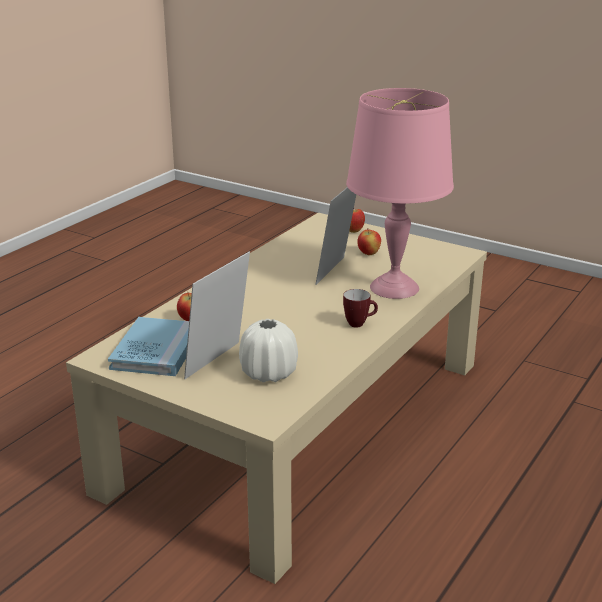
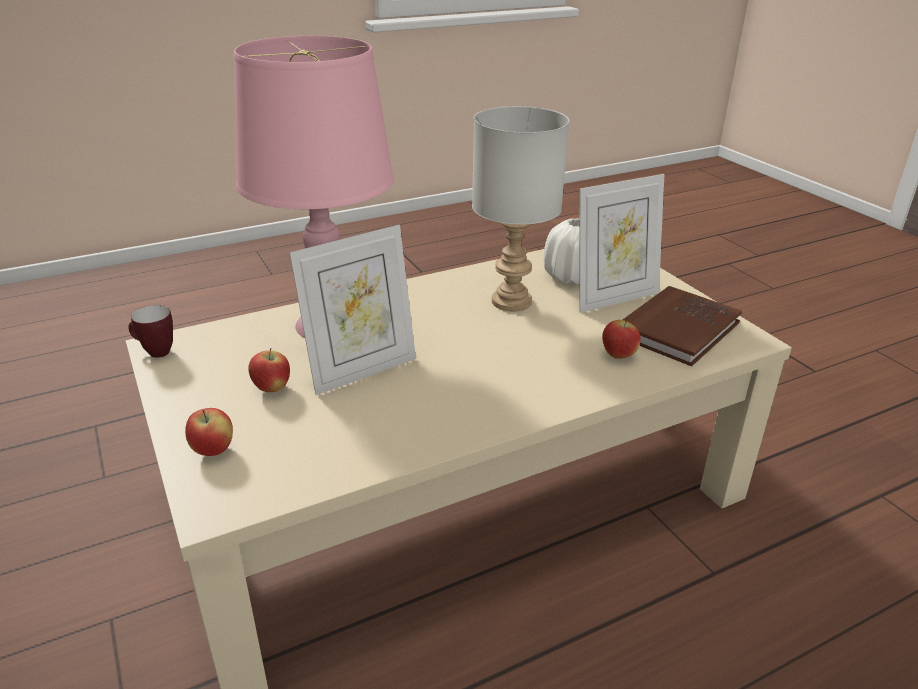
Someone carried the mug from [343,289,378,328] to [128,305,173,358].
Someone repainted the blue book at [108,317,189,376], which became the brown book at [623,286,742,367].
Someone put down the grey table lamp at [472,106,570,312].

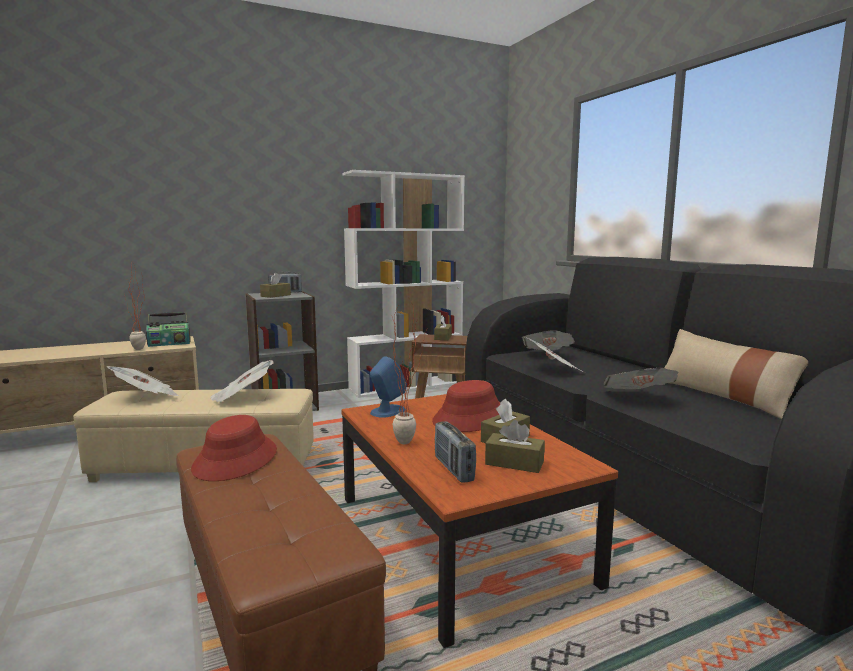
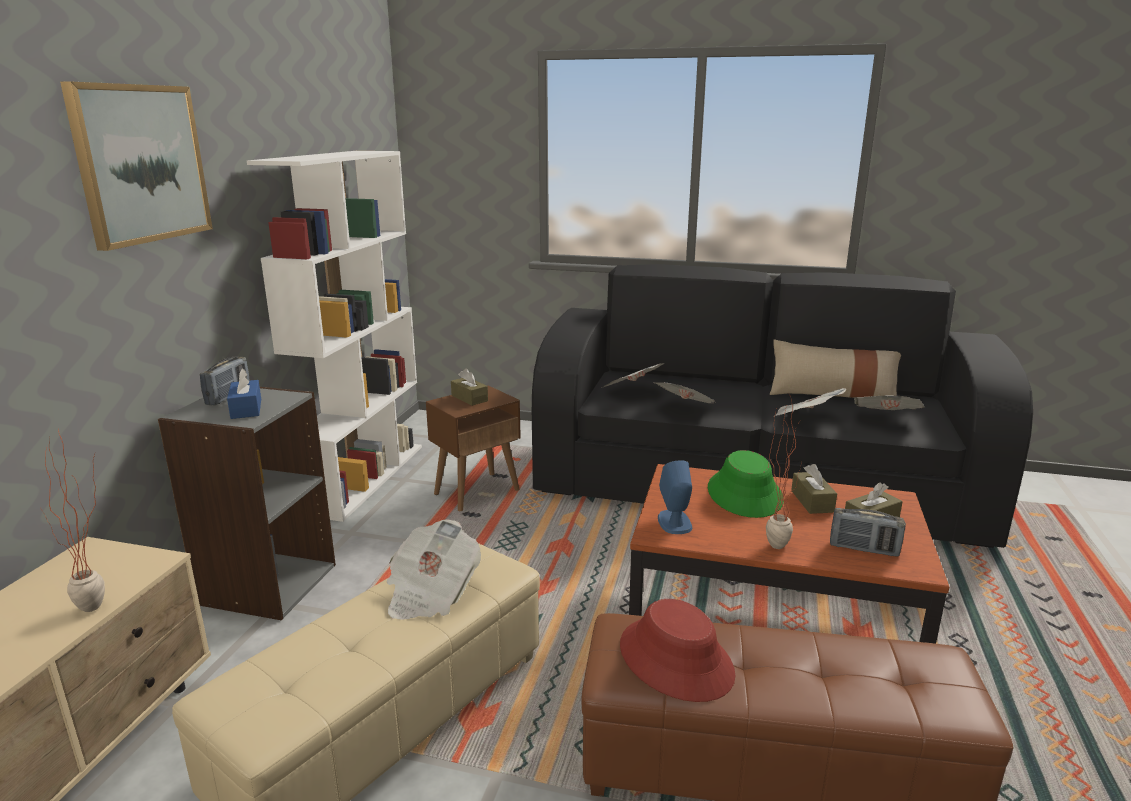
Someone repainted the brown tissue box at [260,272,291,298], which became the blue tissue box at [227,368,261,419].
Someone took away the radio at [146,312,191,347].
Someone carried the newspaper from [107,366,179,396] to [854,396,924,410].
Someone repainted the red hat at [432,380,500,432], which became the green hat at [708,450,784,518].
Someone put up the picture at [60,81,213,251].

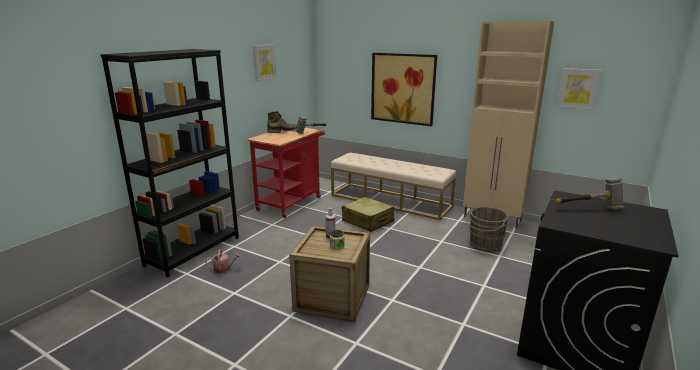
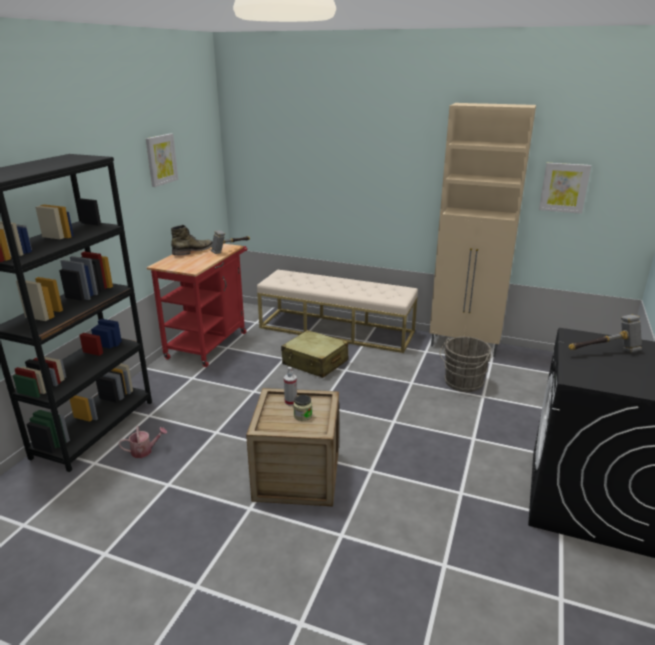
Someone took away the picture at [371,53,437,126].

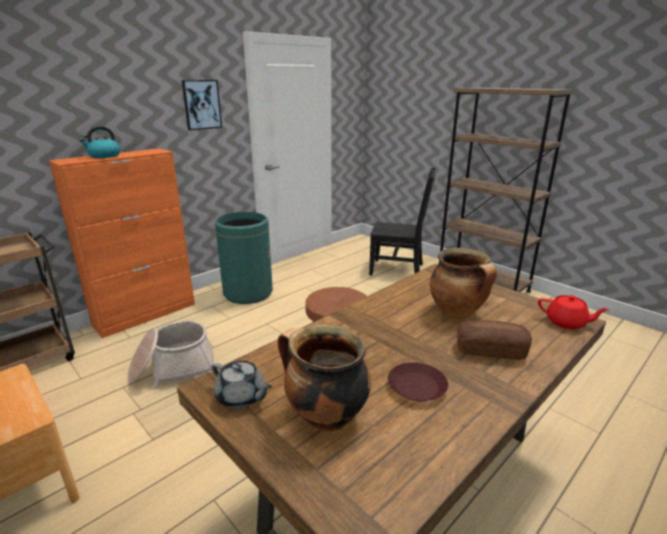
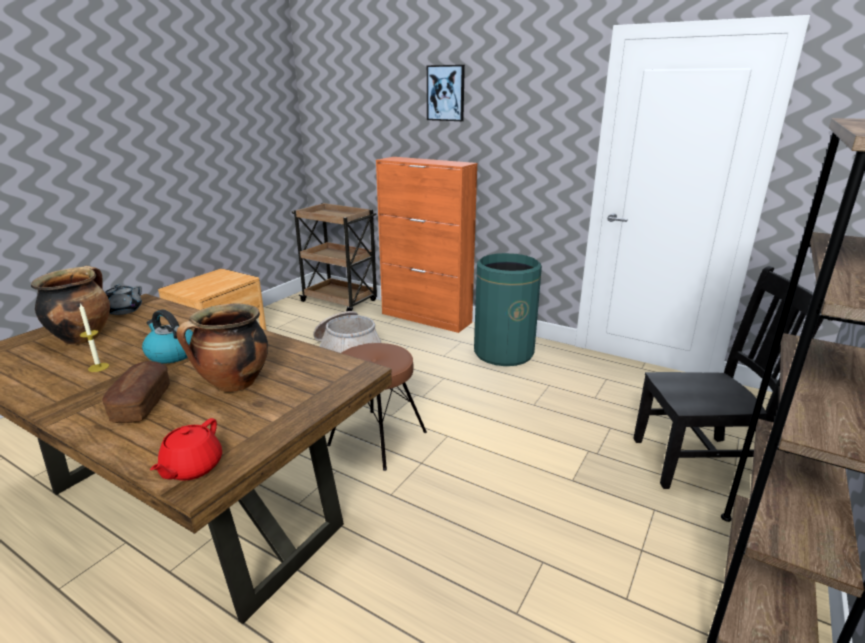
Someone carried the picture from [182,80,222,130] to [427,65,465,121].
Someone carried the kettle from [79,126,120,158] to [142,310,193,363].
Someone rotated the black chair at [369,167,436,275] by 90 degrees counterclockwise.
Someone swapped the brown plate at [388,362,448,402] for the candle at [79,303,109,372].

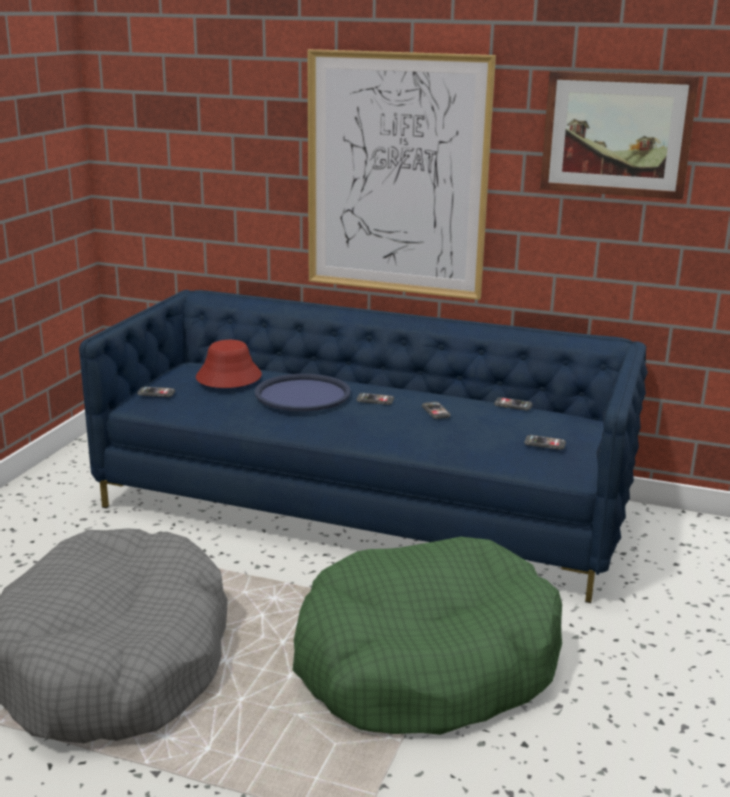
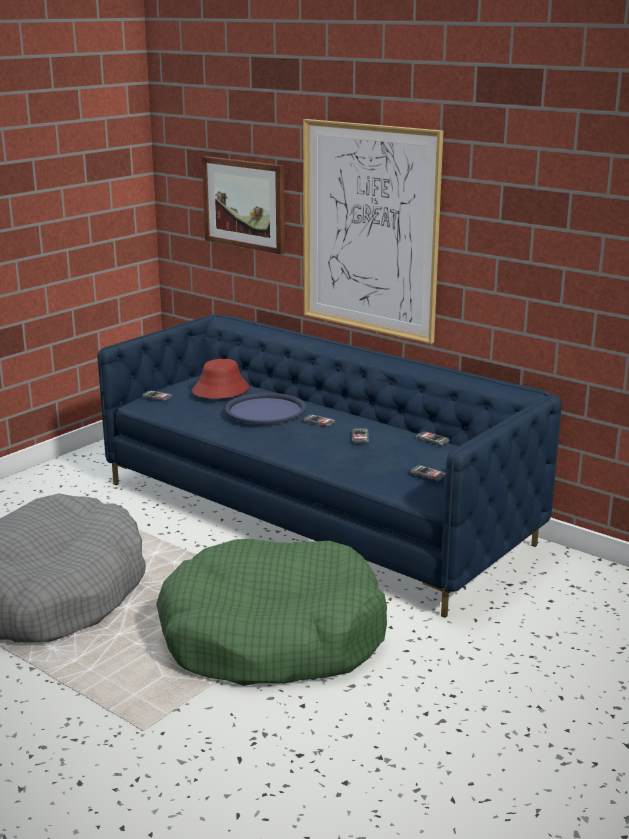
Someone carried the picture from [540,71,699,200] to [202,156,285,254].

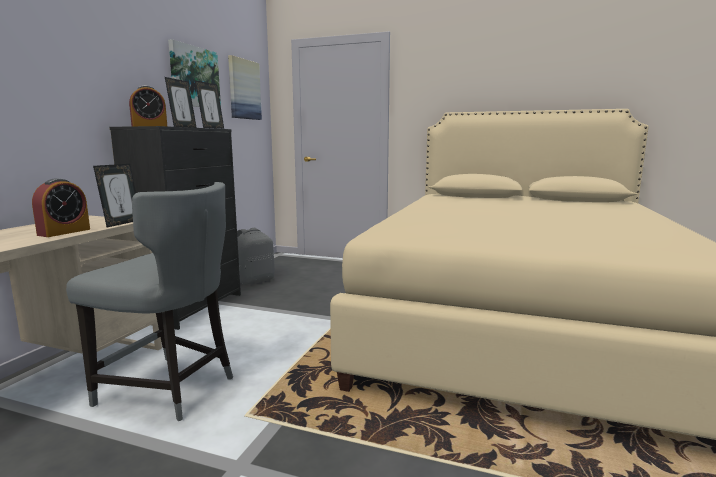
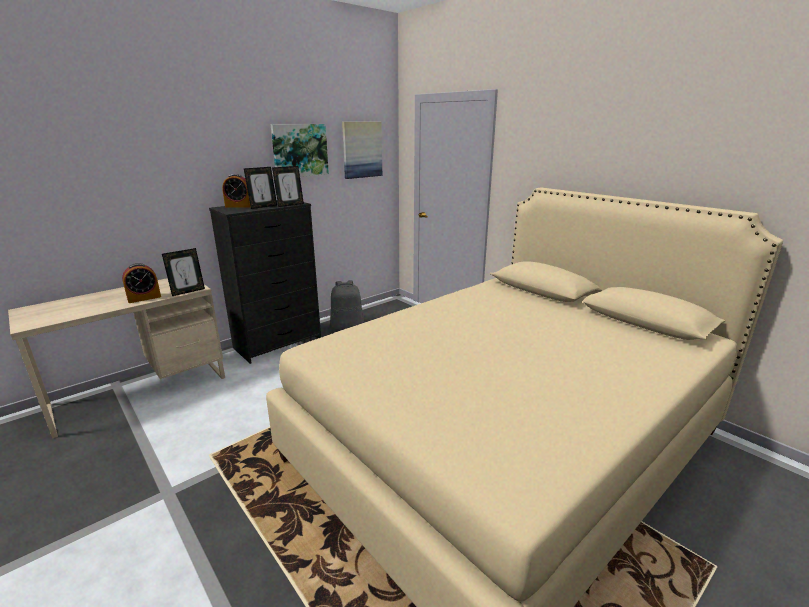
Someone took away the grey chair at [66,182,233,421].

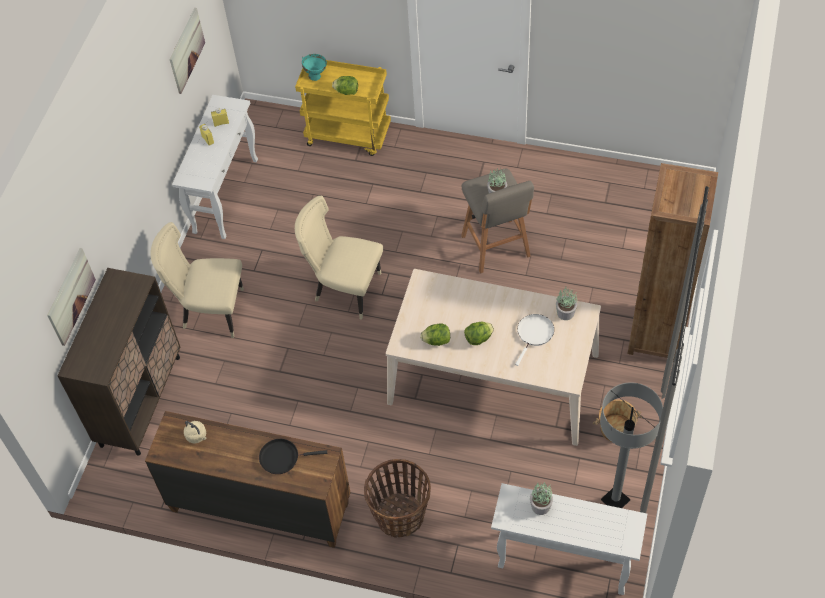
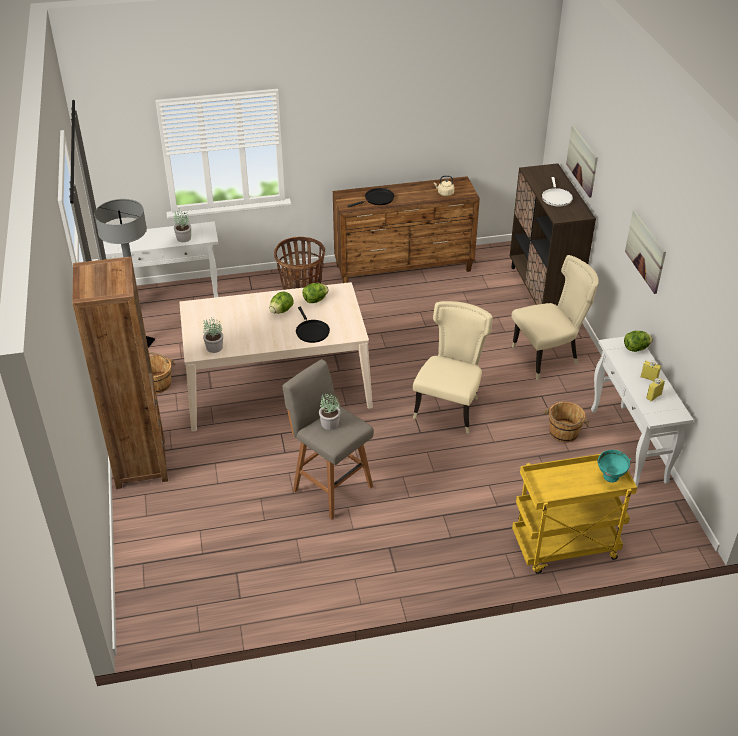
Someone carried the picture from [170,8,205,94] to [625,210,666,294].
Someone carried the lettuce from [332,76,358,95] to [624,331,653,352].
Someone rotated the beige chair at [295,196,383,320] by 60 degrees counterclockwise.
Someone carried the white frying pan from [515,314,554,366] to [542,177,573,206].
Someone put down the black frying pan at [296,307,330,343].
Someone put down the brown bucket at [544,402,590,442].

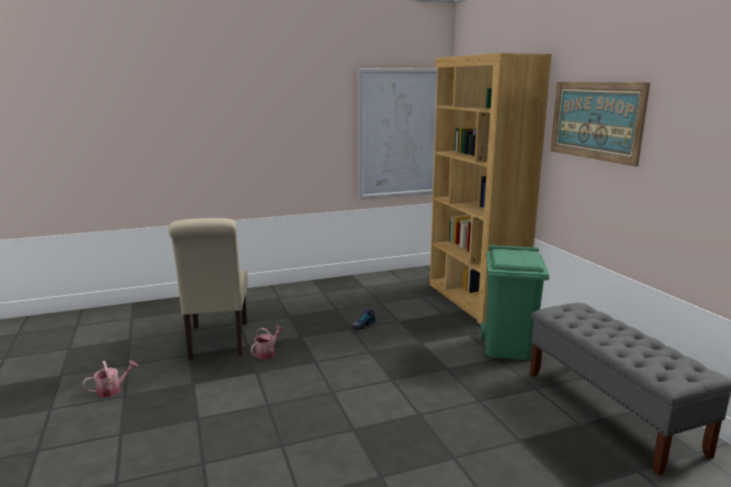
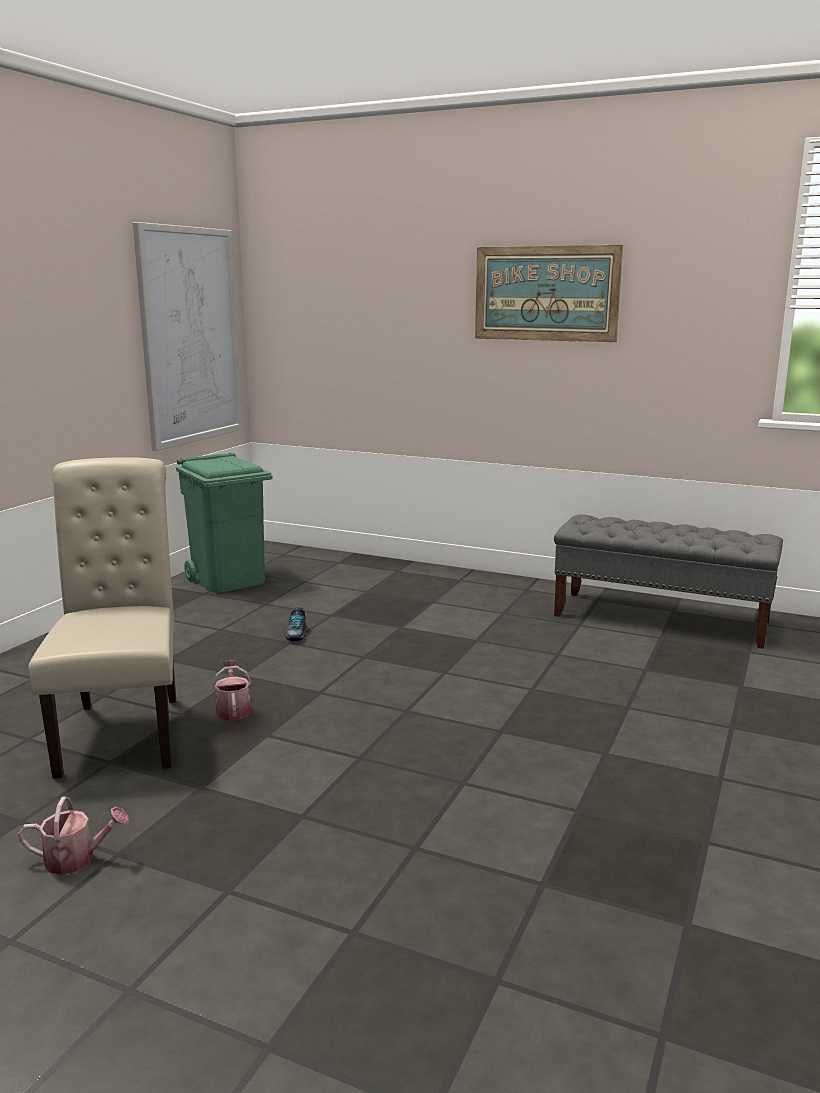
Someone took away the brown bookcase at [430,53,552,325].
Someone rotated the beige chair at [168,218,248,360] by 135 degrees counterclockwise.
Someone carried the green trash can from [481,245,549,360] to [176,452,273,593].
Someone rotated the watering can at [83,360,138,398] by 75 degrees clockwise.

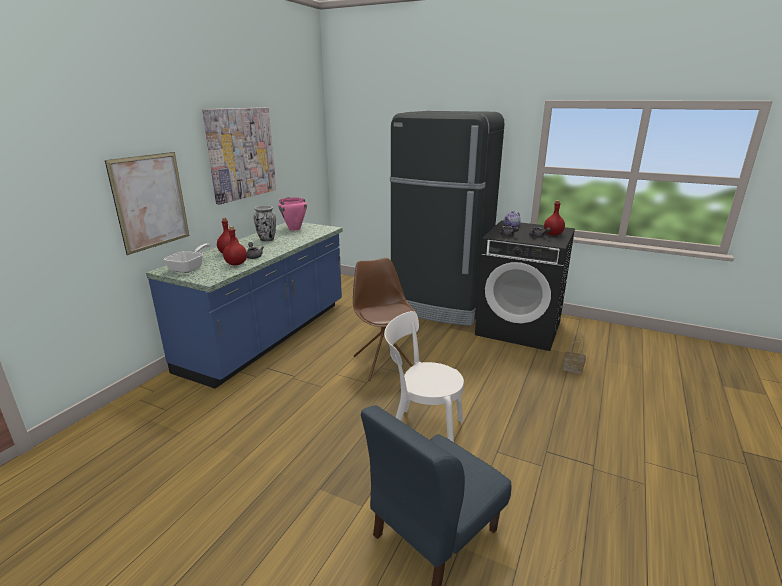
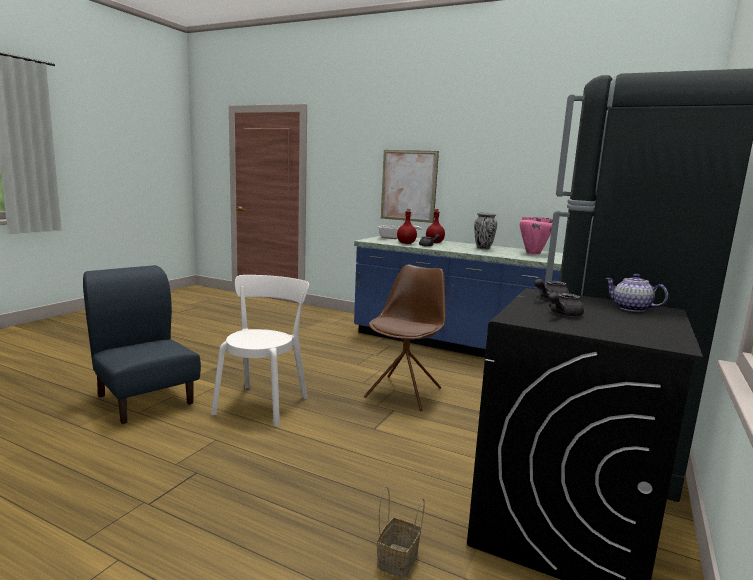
Someone took away the picture at [202,107,277,204].
Someone took away the red bottle at [544,200,565,235].
Someone rotated the brown chair at [353,258,415,381] by 45 degrees counterclockwise.

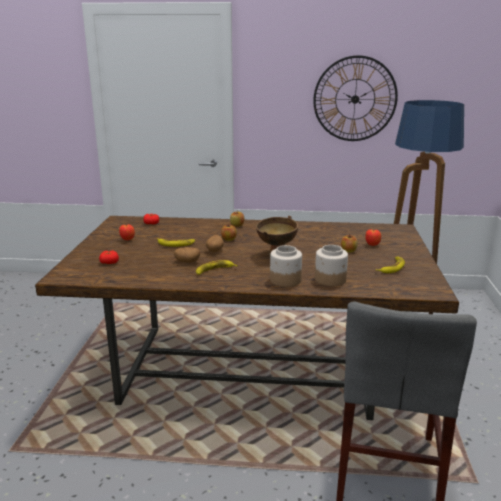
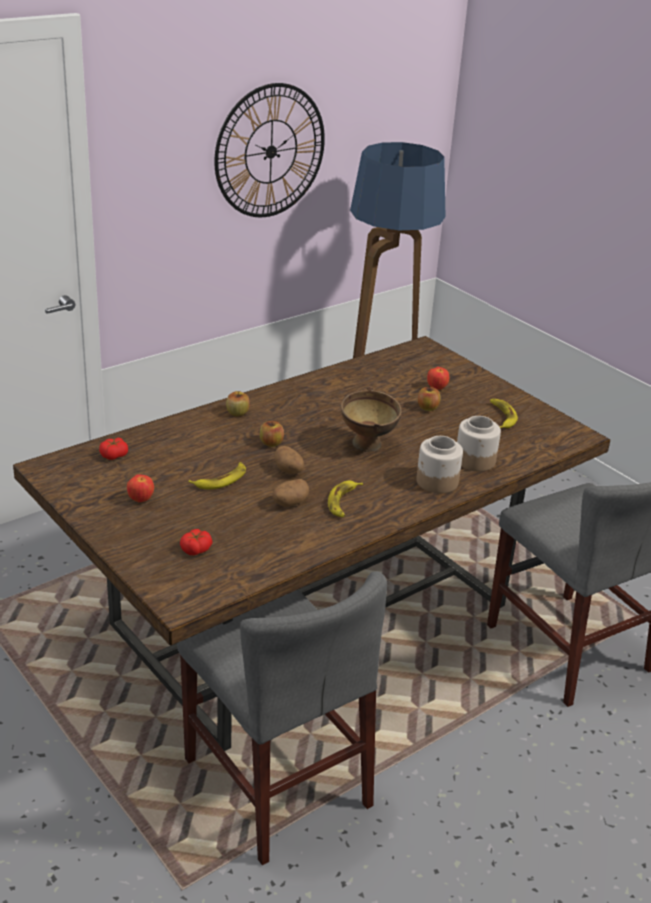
Someone put down the grey chair at [177,571,387,865].

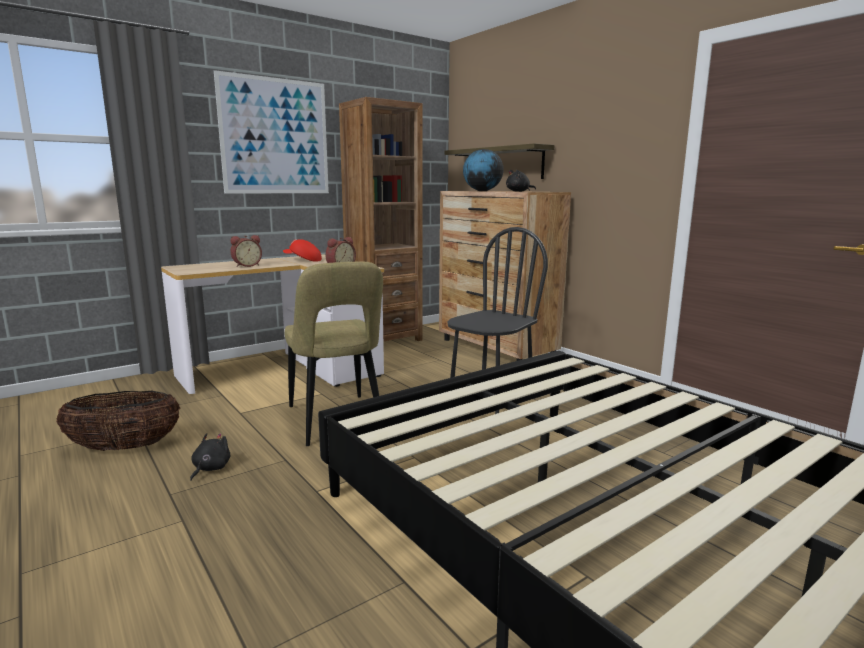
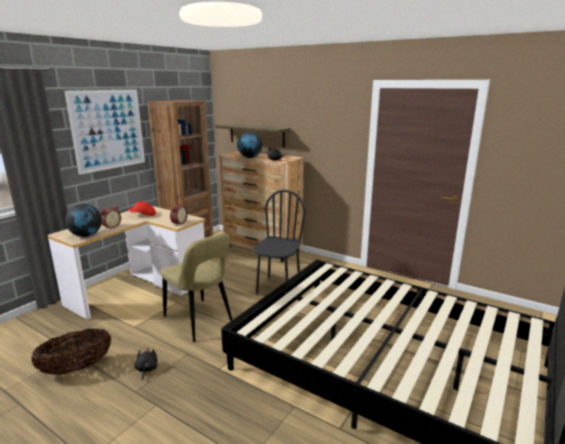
Someone put down the globe at [65,204,102,237].

